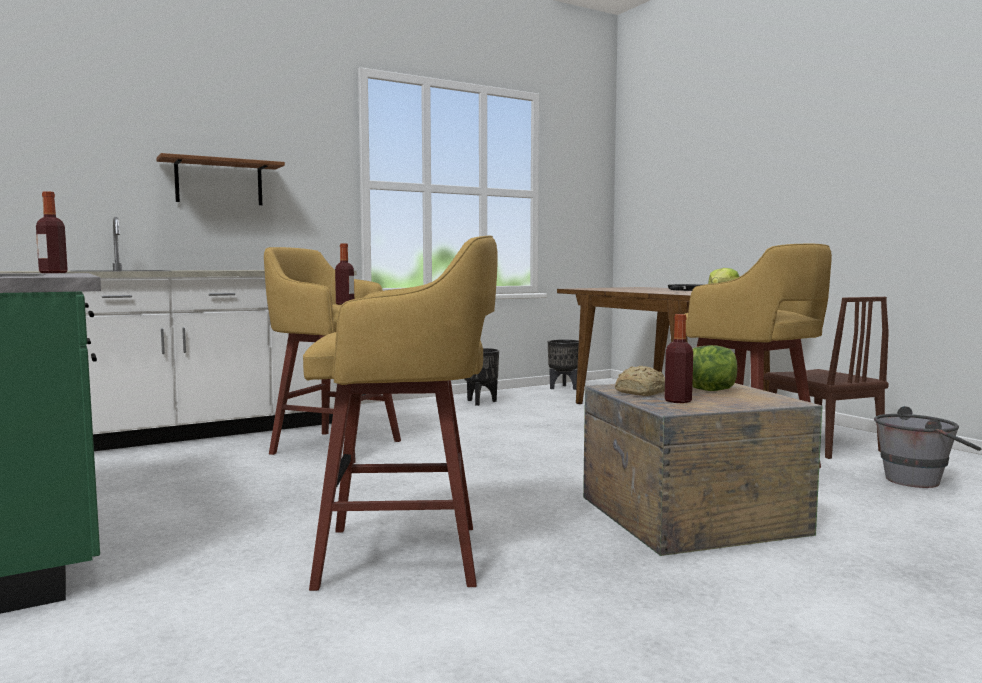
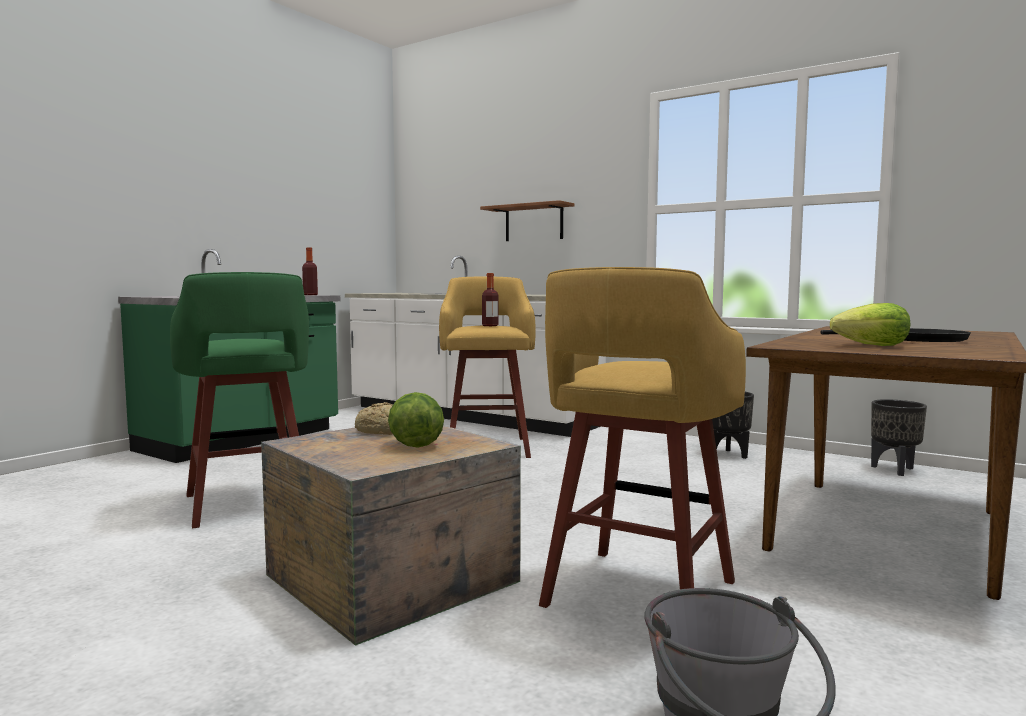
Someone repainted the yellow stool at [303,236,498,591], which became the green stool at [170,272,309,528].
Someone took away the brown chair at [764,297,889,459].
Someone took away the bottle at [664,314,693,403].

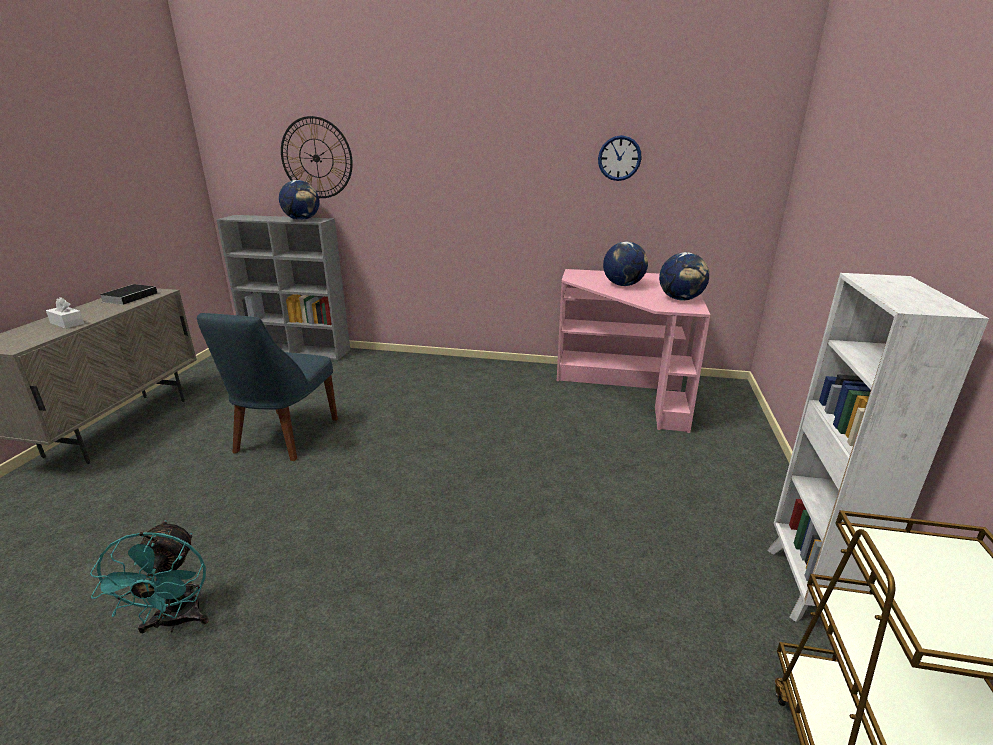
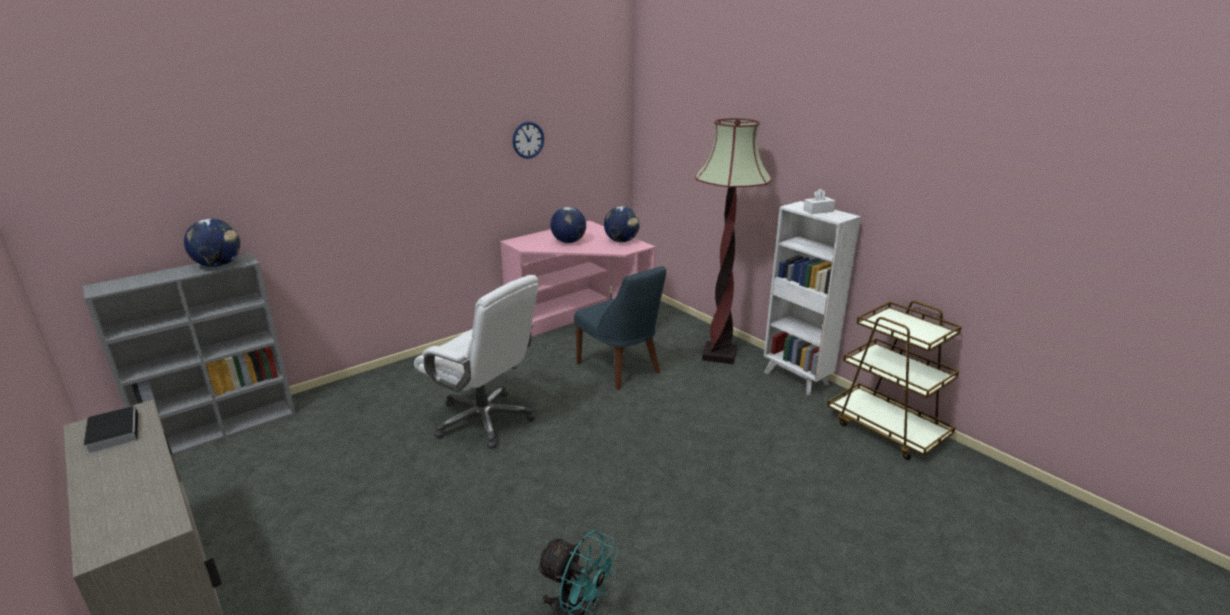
Someone took away the wall clock at [281,116,353,198].
Someone carried the white tissue box from [46,297,84,329] to [803,189,835,214].
Someone carried the blue chair from [197,313,338,461] to [574,266,666,390].
Someone put down the floor lamp at [695,118,772,364].
Someone put down the white office chair at [414,275,538,449].

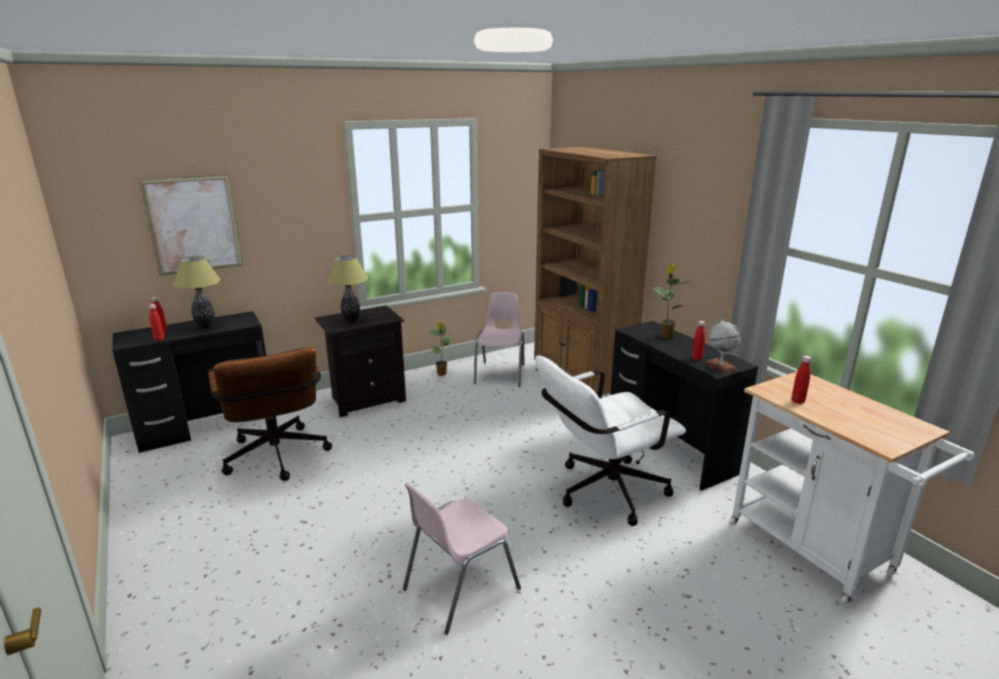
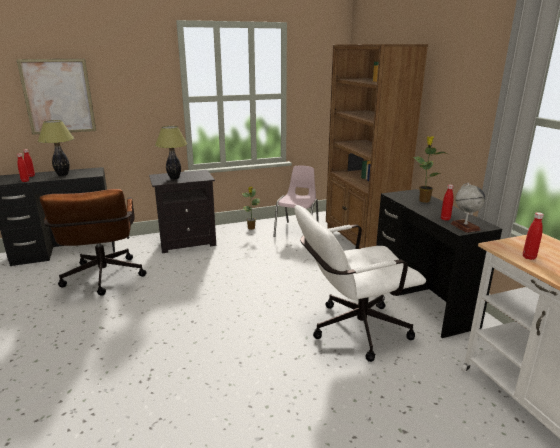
Someone took away the pink chair at [403,483,521,635].

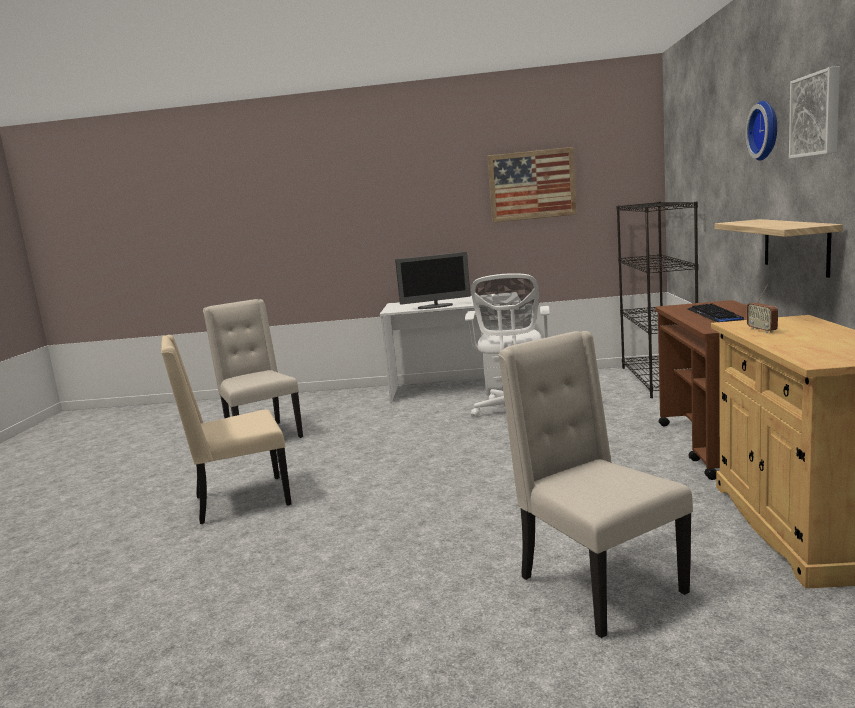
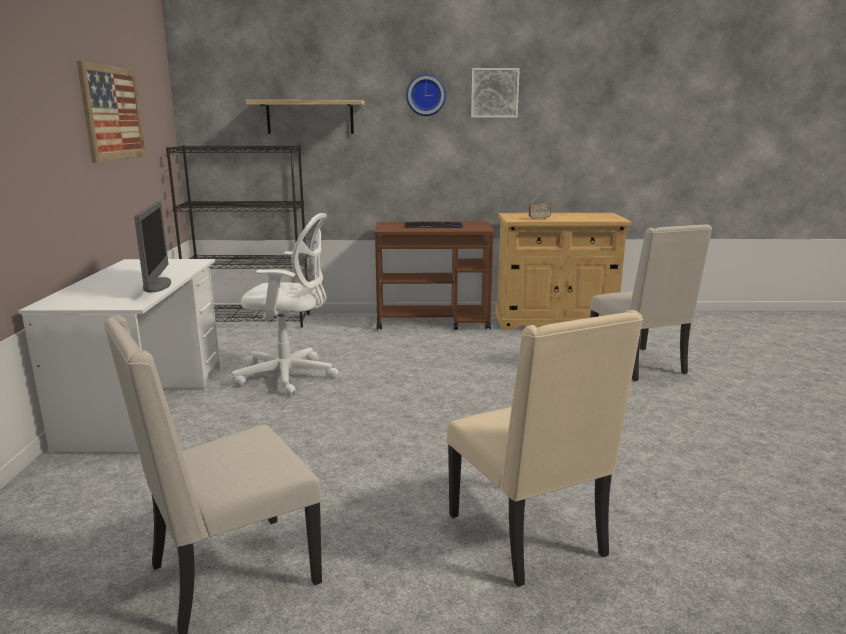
Someone carried the shelf from [714,219,843,278] to [246,100,365,134].
Someone rotated the beige chair at [498,331,693,638] by 75 degrees counterclockwise.

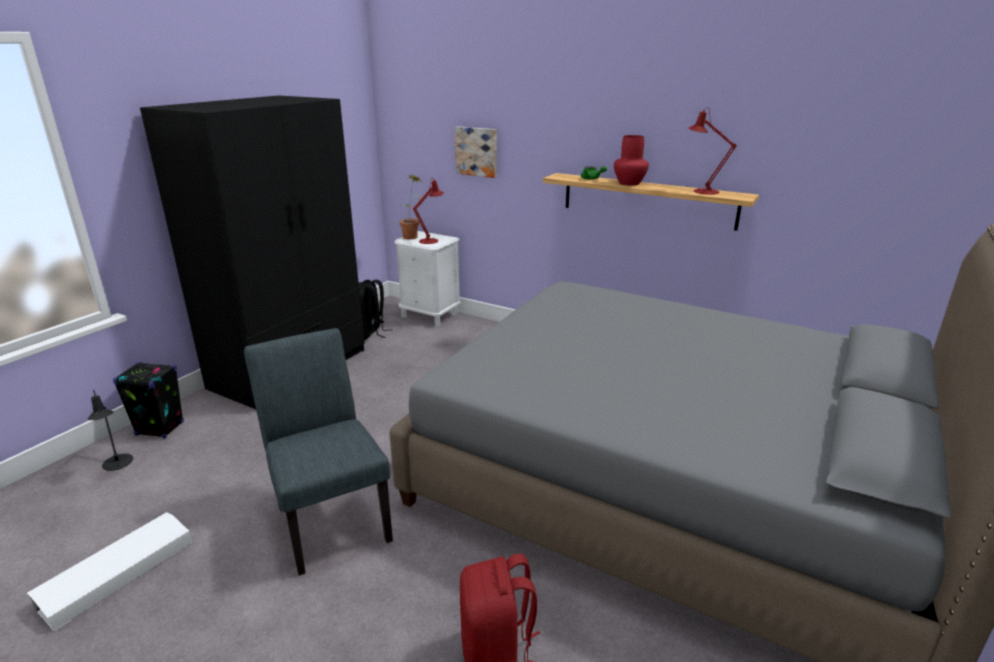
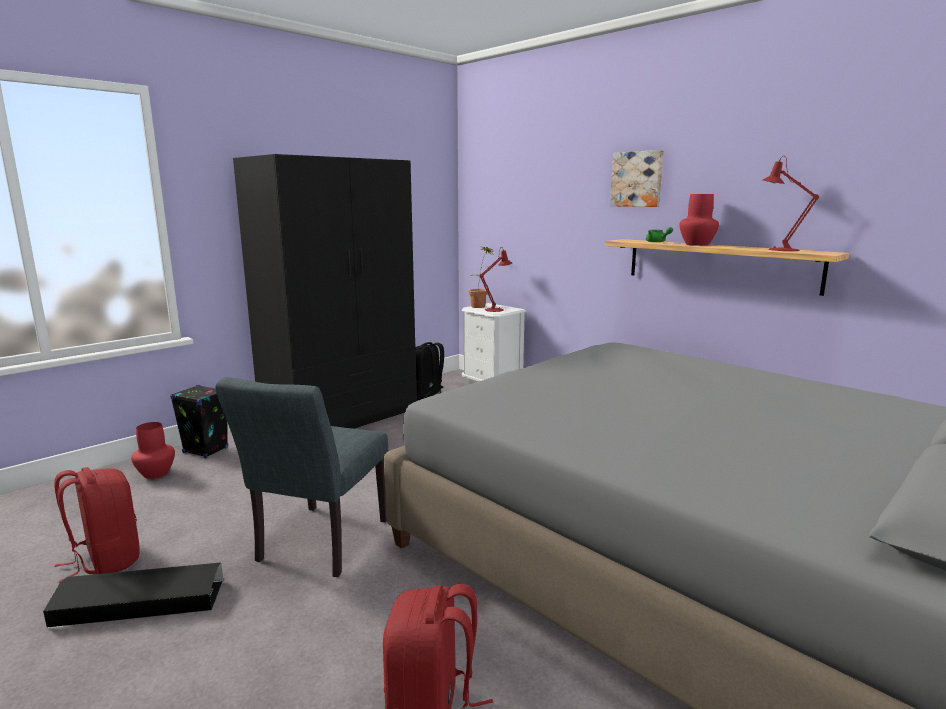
Someone carried the picture from [455,126,497,178] to [610,150,664,207].
Someone rotated the grey chair at [244,328,393,576] by 150 degrees counterclockwise.
Someone swapped the black table lamp at [88,390,133,471] for the red vase at [131,422,175,479].
Someone swapped the white storage box at [27,512,193,631] for the red backpack at [54,467,140,583].
Someone put down the black storage box at [43,563,223,628].

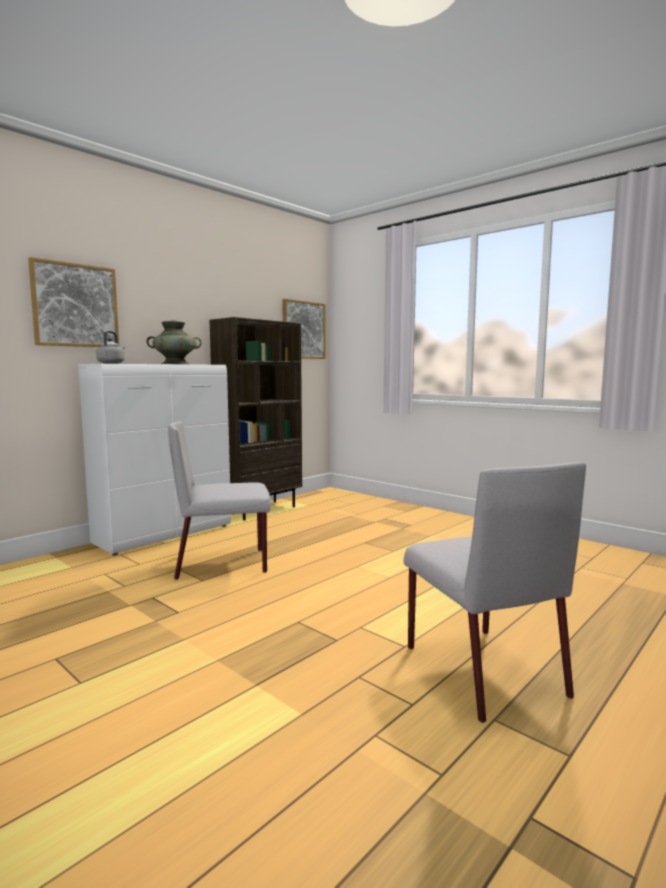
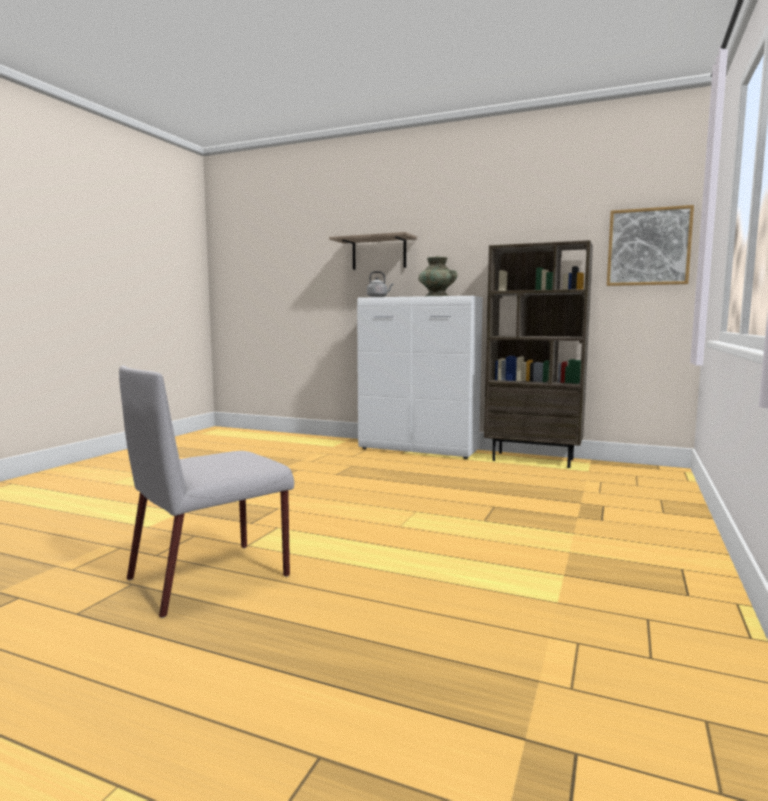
Someone swapped the picture at [28,257,119,347] for the shelf at [329,232,417,270].
Someone took away the grey chair at [168,421,271,580].

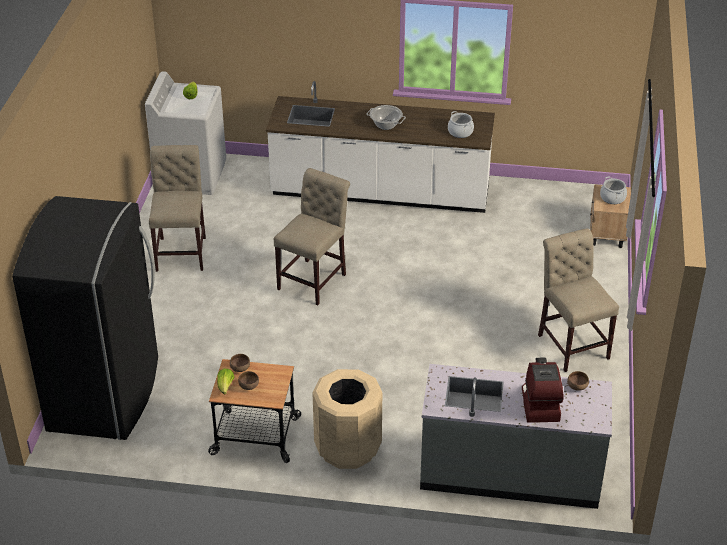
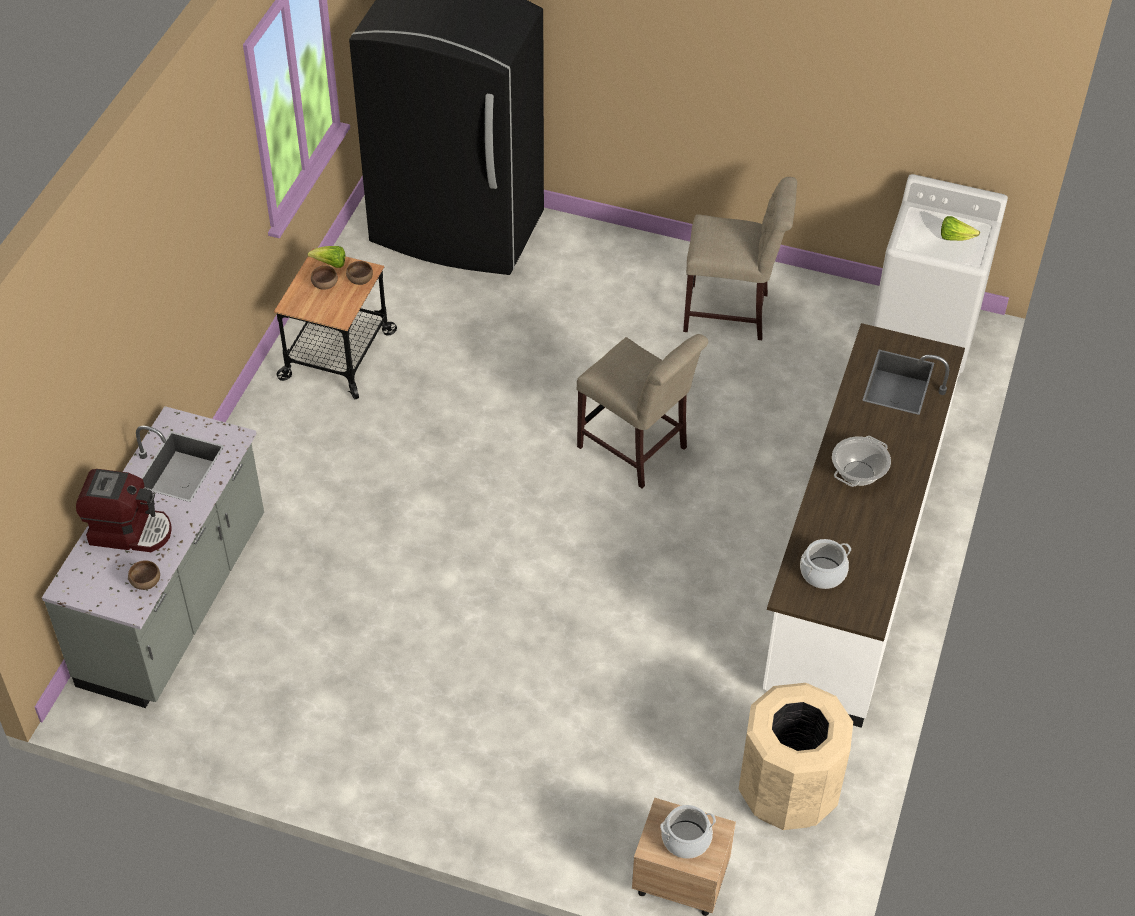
Someone took away the beige chair at [538,228,619,372].
Someone carried the beige trash can from [312,369,382,469] to [739,683,853,830].

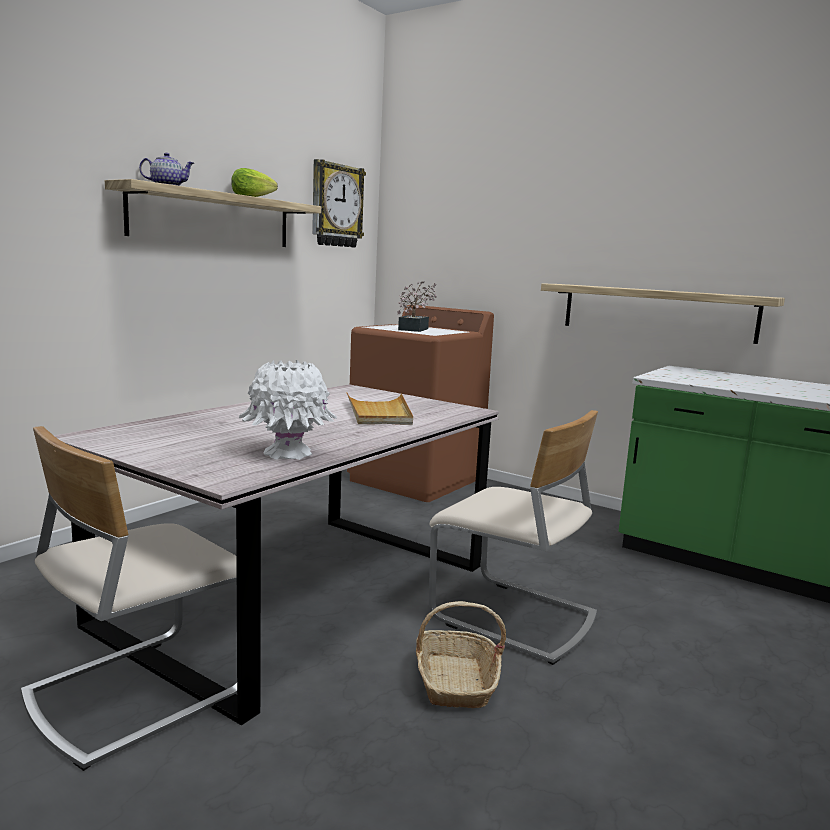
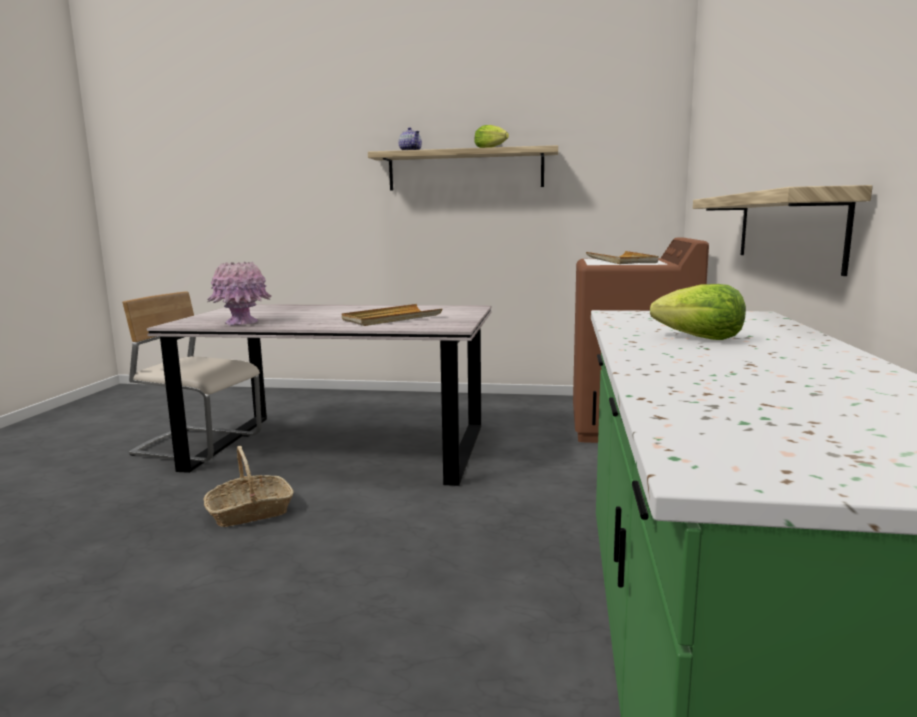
Someone took away the wall clock at [312,159,366,248].
Someone swapped the potted plant at [397,281,437,332] for the beige tray at [586,251,658,264].
Someone repainted the white vase at [239,360,337,460], which became the pink vase at [207,261,272,325].
Someone took away the beige chair at [429,410,598,665].
Someone put down the lettuce at [650,284,746,340].

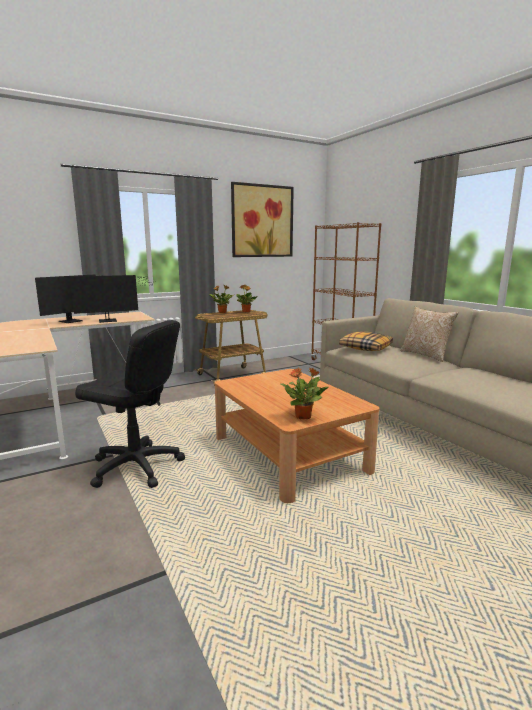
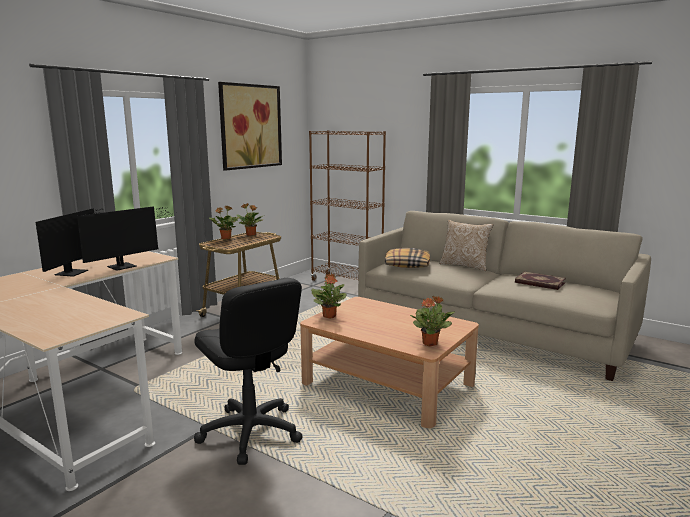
Someone rotated the black office chair at [75,320,185,488] by 60 degrees clockwise.
Someone put down the book at [515,271,566,290].
Someone put down the potted plant at [311,274,347,318].

